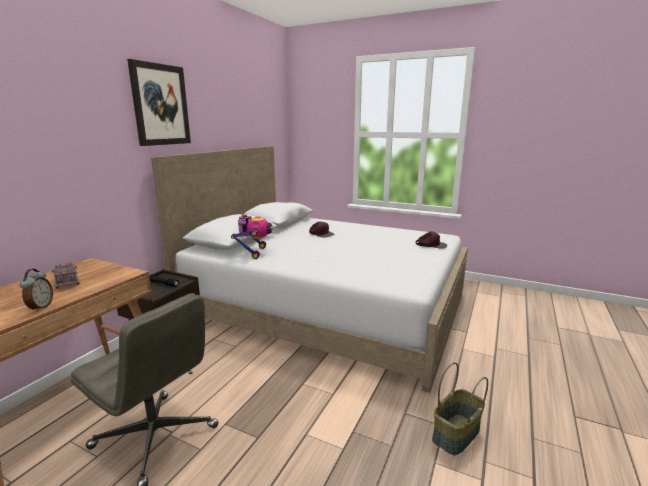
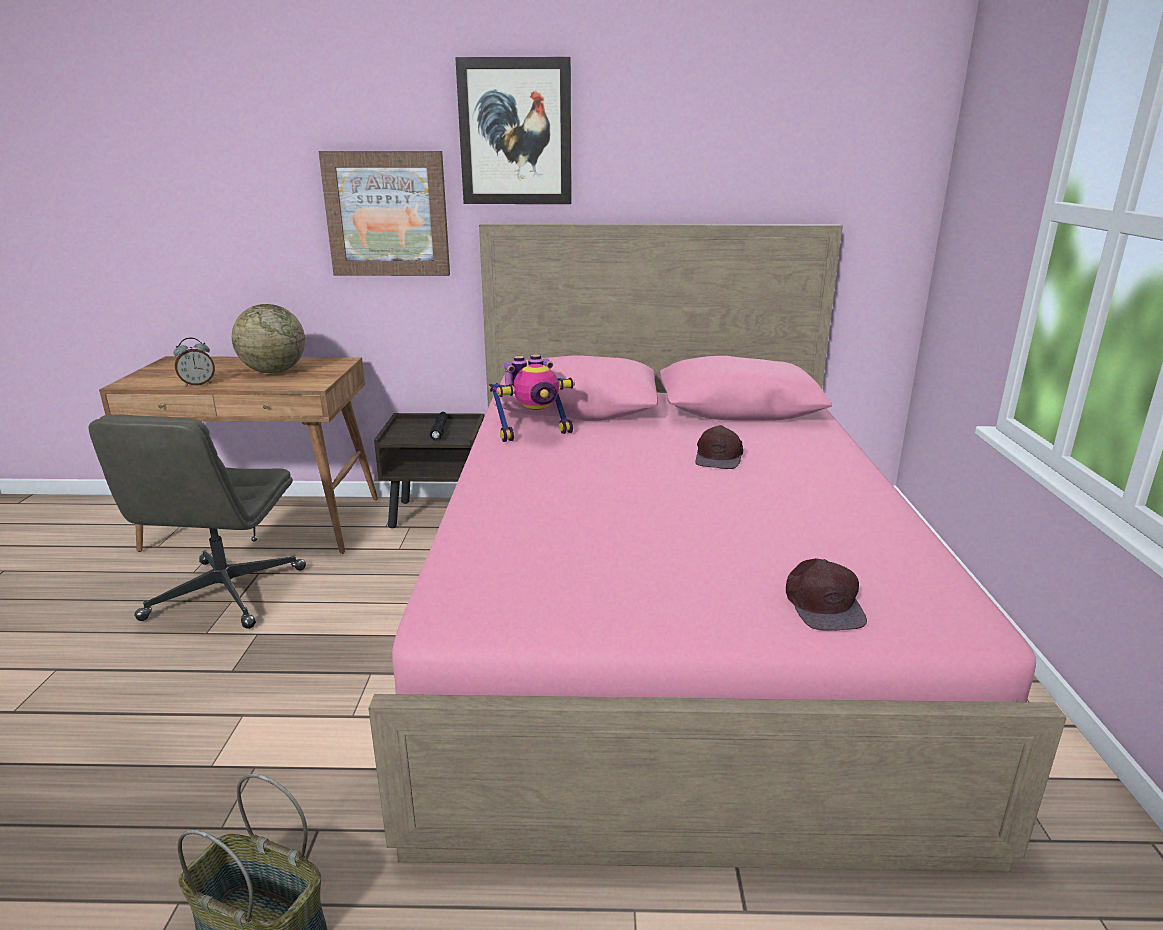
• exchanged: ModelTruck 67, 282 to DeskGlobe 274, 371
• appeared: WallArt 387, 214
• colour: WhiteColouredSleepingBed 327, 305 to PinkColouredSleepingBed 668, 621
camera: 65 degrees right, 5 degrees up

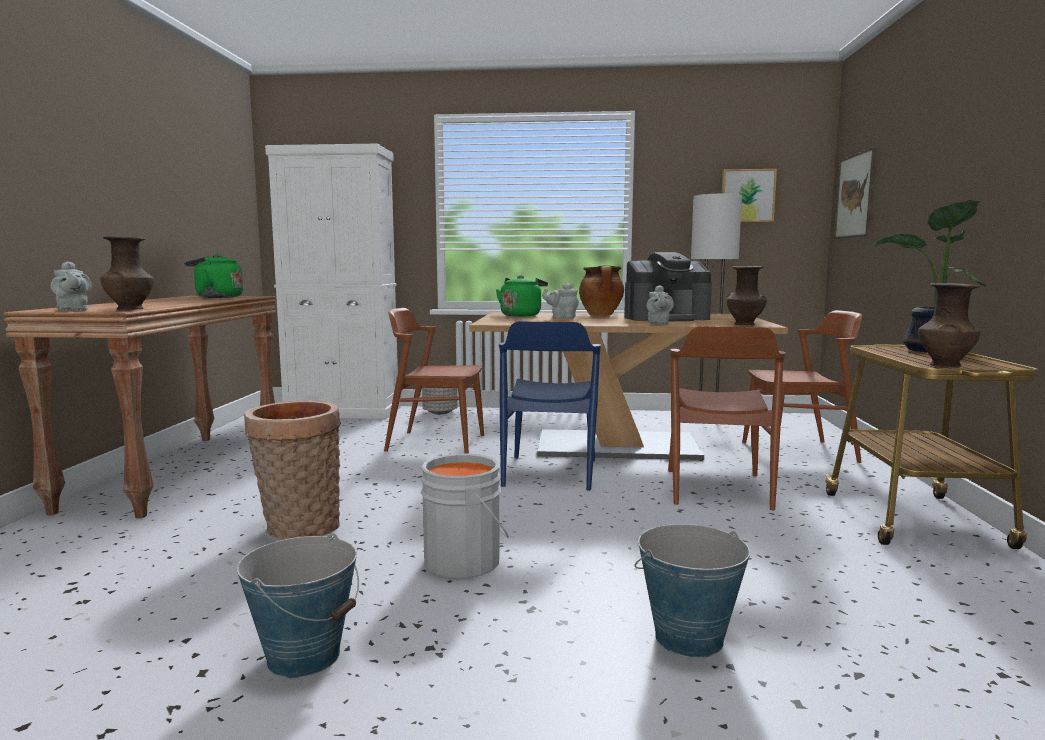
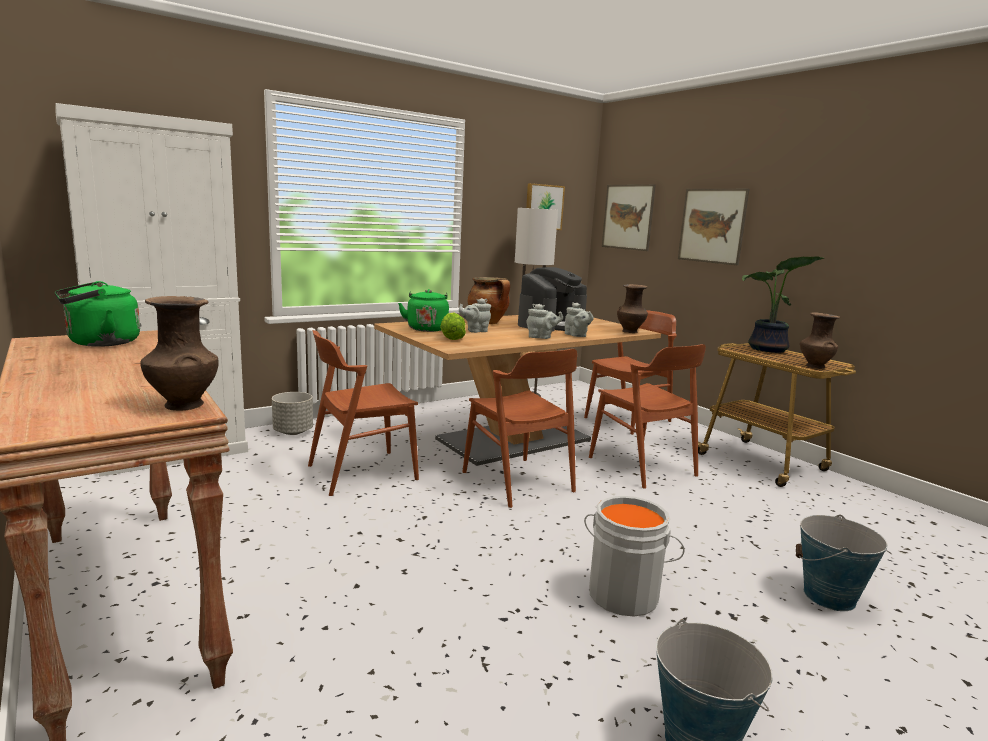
• appeared: HeadOfLettuce 451, 338
• colour: BlueChair 550, 472 to BrownChair 518, 481
• relocated: GreyTeapot 73, 310 to 541, 337
• appeared: WallArt 712, 226
• missing: Basket 299, 529
camera: 40 degrees left, 5 degrees up

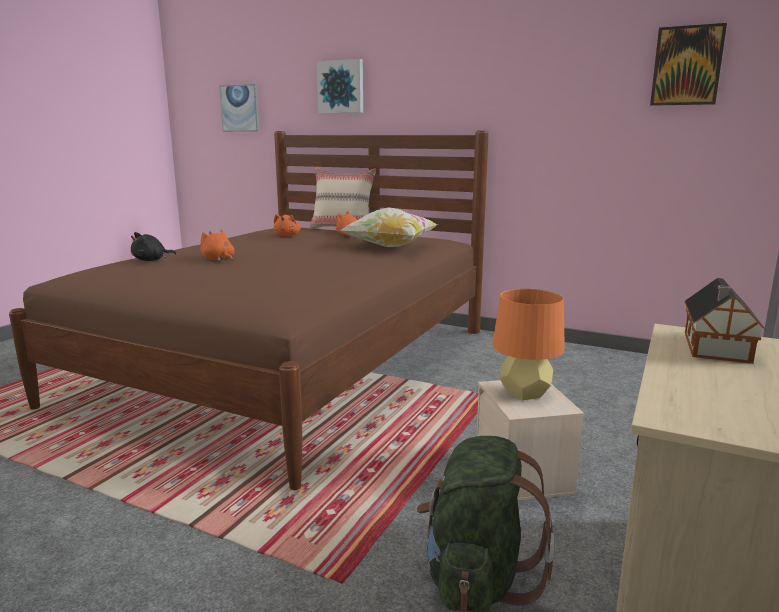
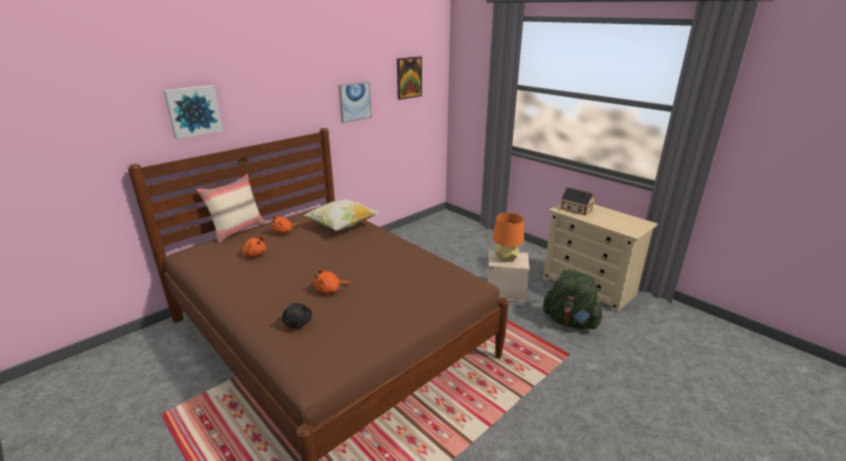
• relocated: WallArt 240, 108 to 354, 102
camera: 70 degrees left, 10 degrees up

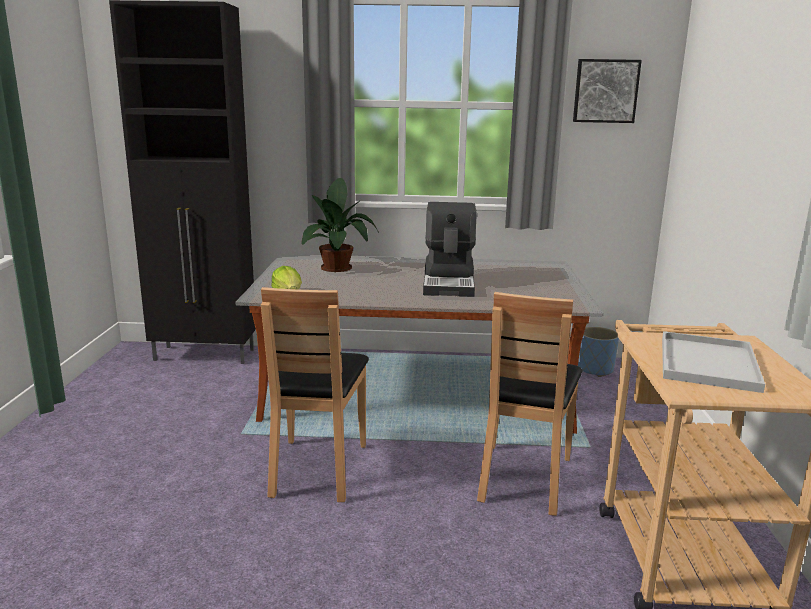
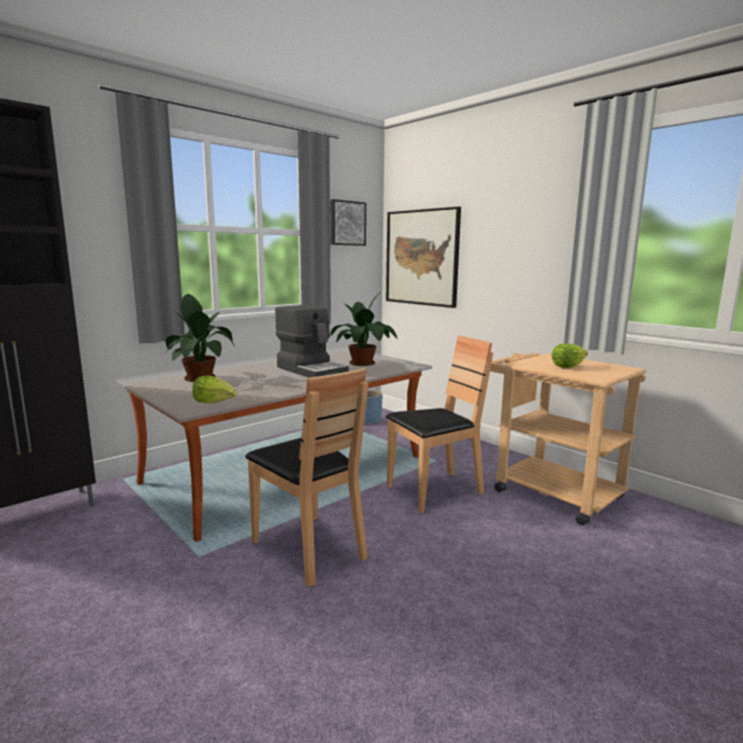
• appeared: Houseplant 364, 363
• appeared: WallArt 421, 257
• spun: BrownChair 523, 477 = 434, 491 90 degrees counterclockwise
• exchanged: WhiteColouredTray 706, 362 to HeadOfLettuce 567, 366
camera: 45 degrees left, 5 degrees down

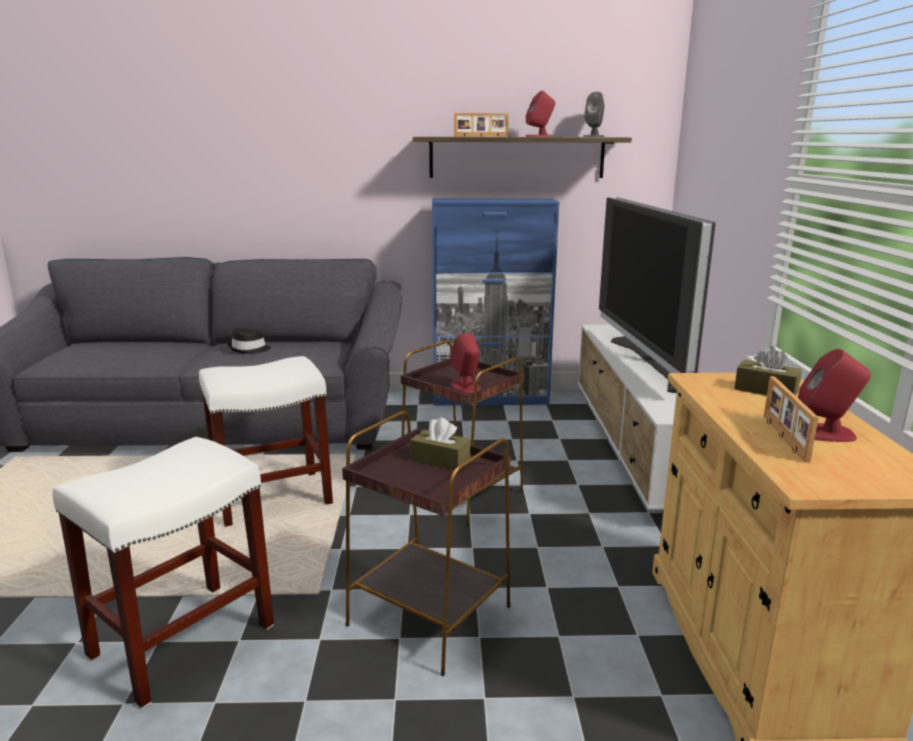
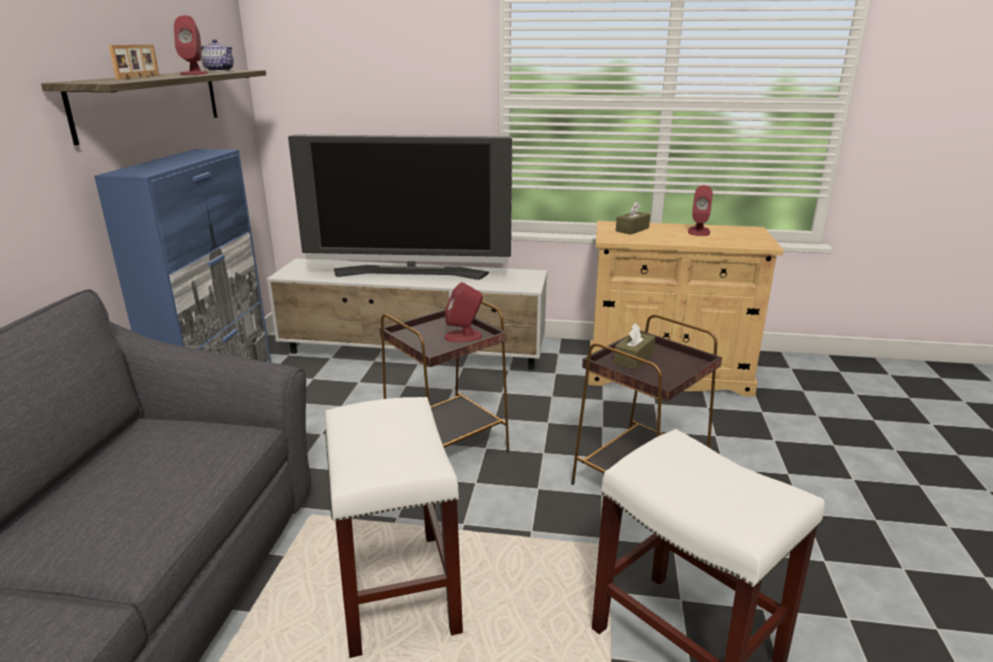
• exchanged: GreySpeaker 593, 136 to Teapot 219, 70
• missing: BlackColouredHat 249, 349
• missing: PictureFrame 783, 437
camera: 80 degrees left, 5 degrees up

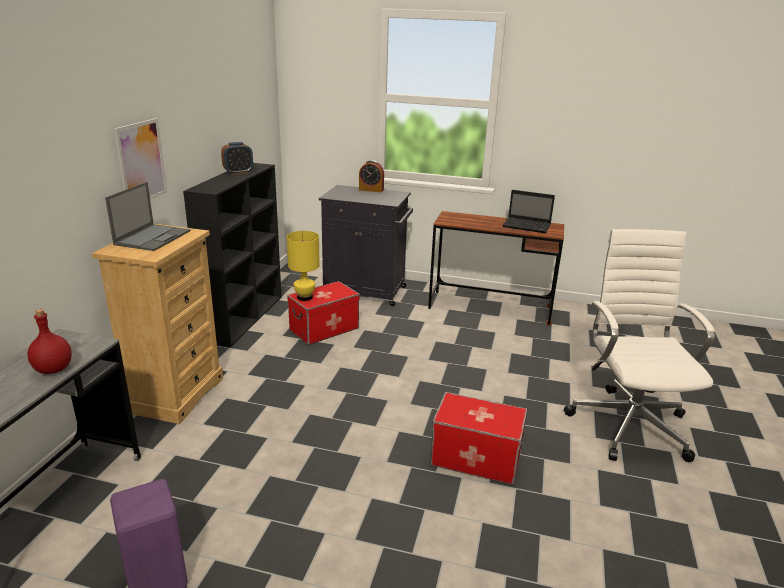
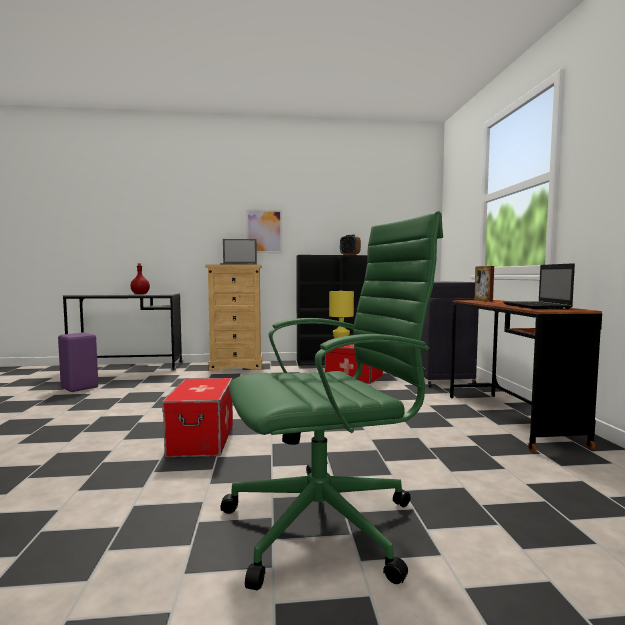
• colour: WhiteColouredOfficeChair 629, 423 to GreenishOfficeChair 327, 523
• appeared: PictureFrame 483, 300
• missing: BedsideClock 371, 190
camera: 70 degrees right, 20 degrees down

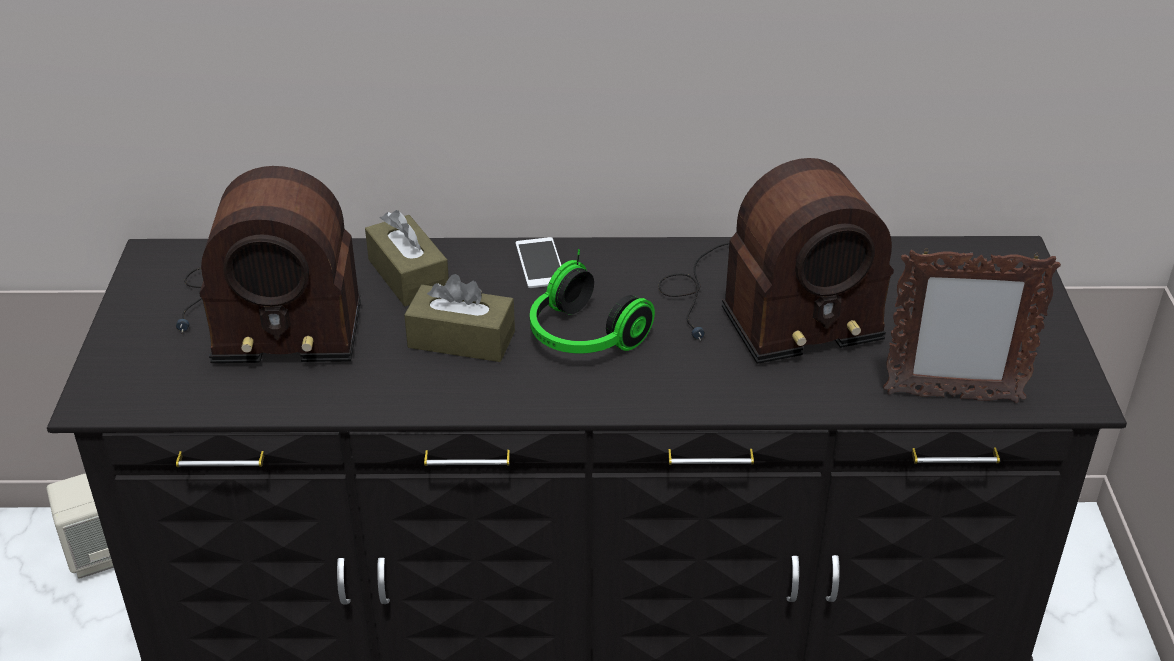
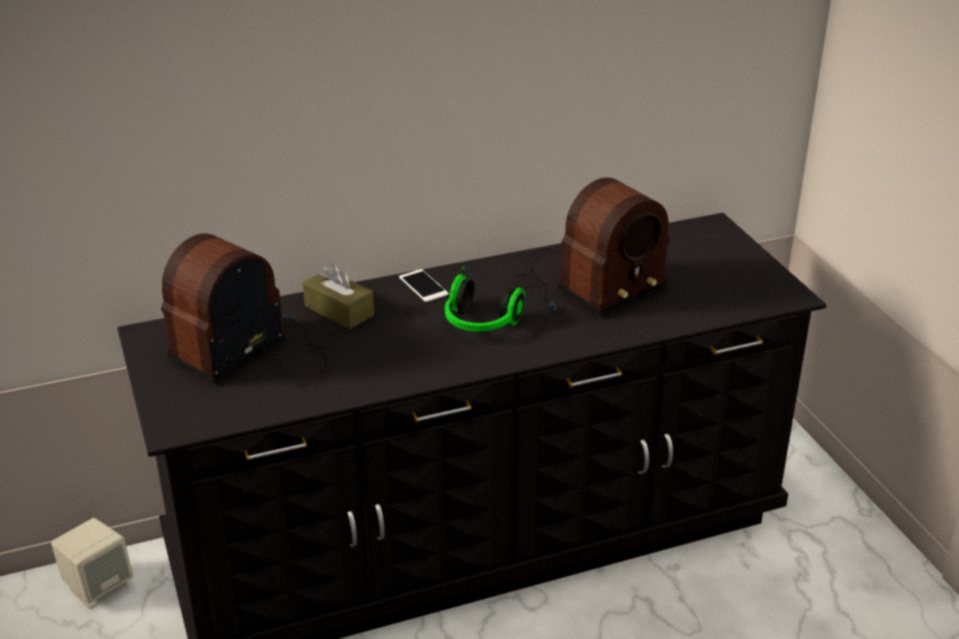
• spun: RadioSet 269, 314 = 258, 352 150 degrees clockwise
• missing: BrownTissueHolder 461, 339
• missing: PictureFrame 951, 397
camera: 20 degrees left, 5 degrees down

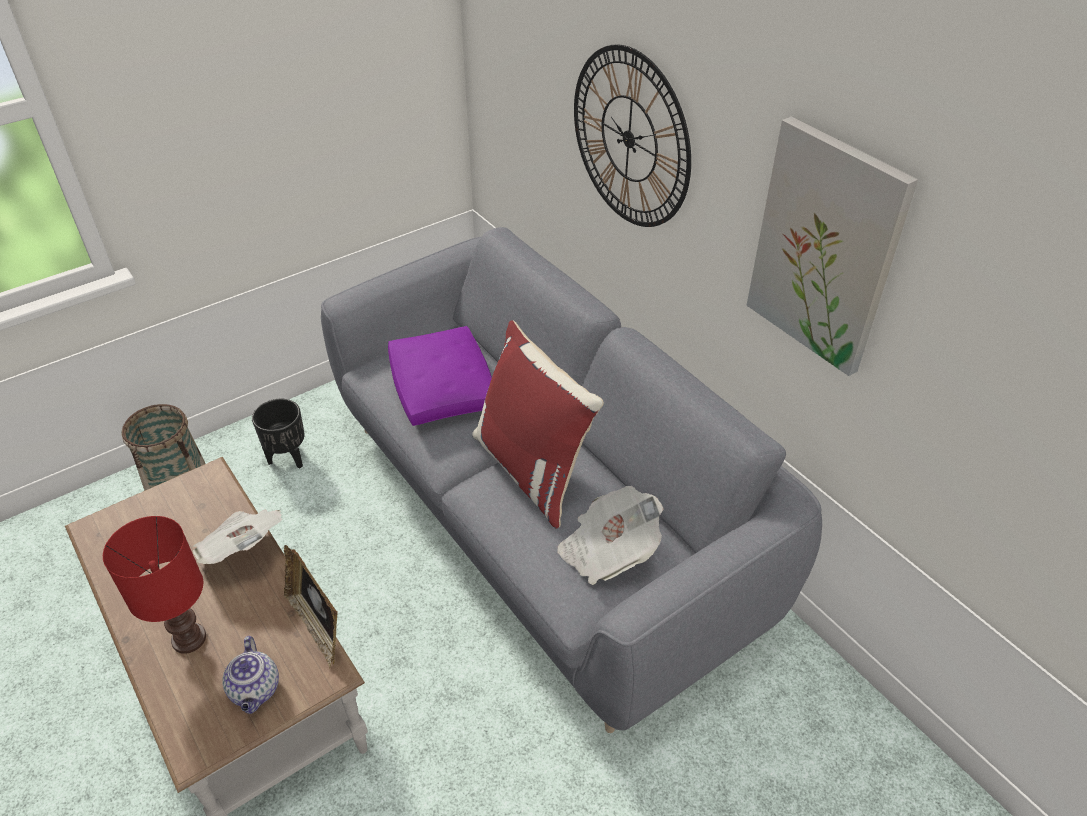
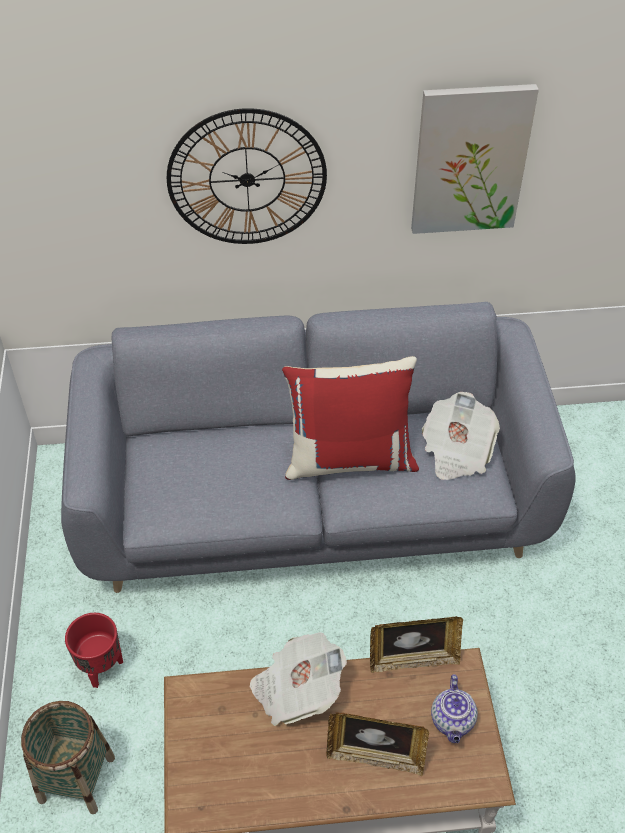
• colour: BlackColouredPlanter 288, 457 to RedColouredPlanter 101, 667
• exchanged: RedColouredTabletopLamp 190, 639 to PictureFrame 375, 757
• spun: Teapot 256, 690 = 453, 721 75 degrees clockwise
• missing: PurplePillow 443, 389
camera: 60 degrees left, 5 degrees up

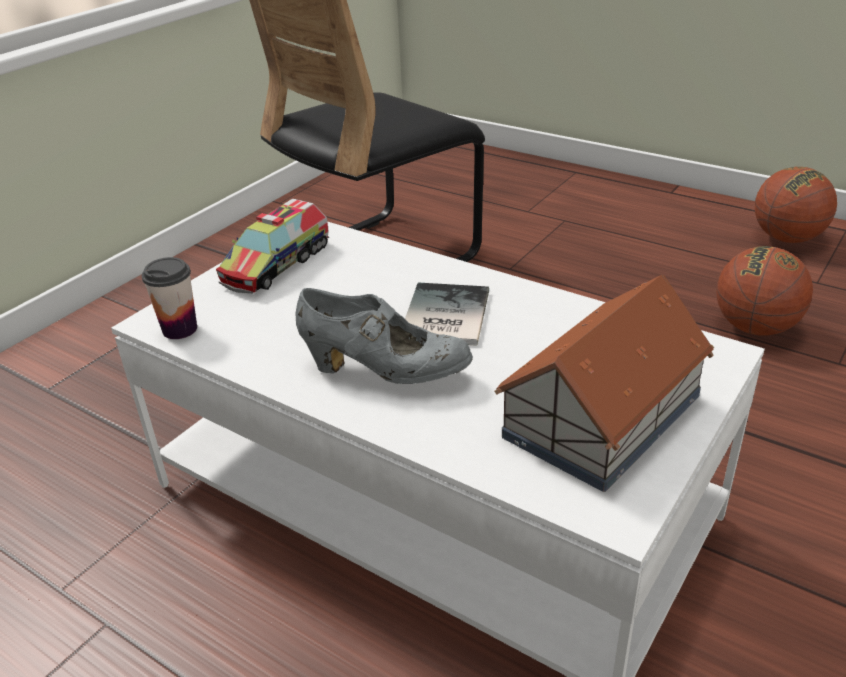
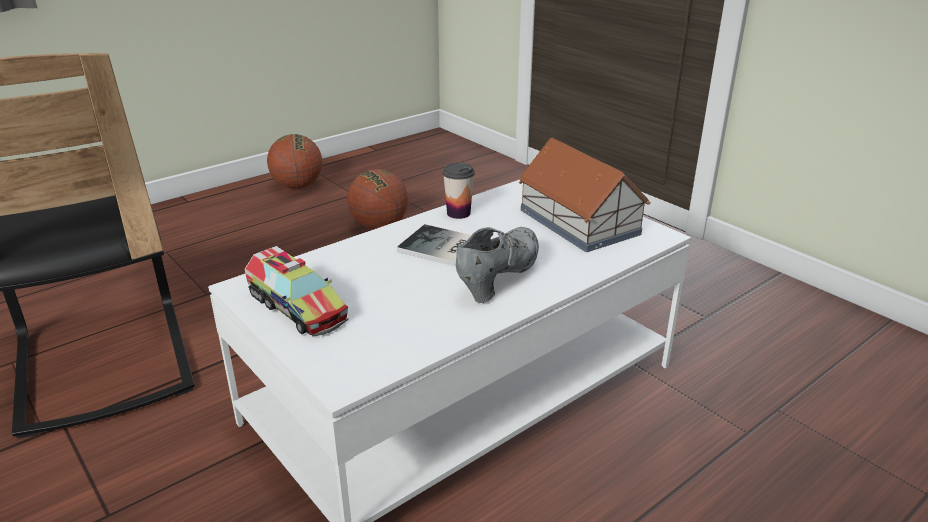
• relocated: SmallCup 180, 329 to 458, 213
camera: 75 degrees left, 5 degrees down

